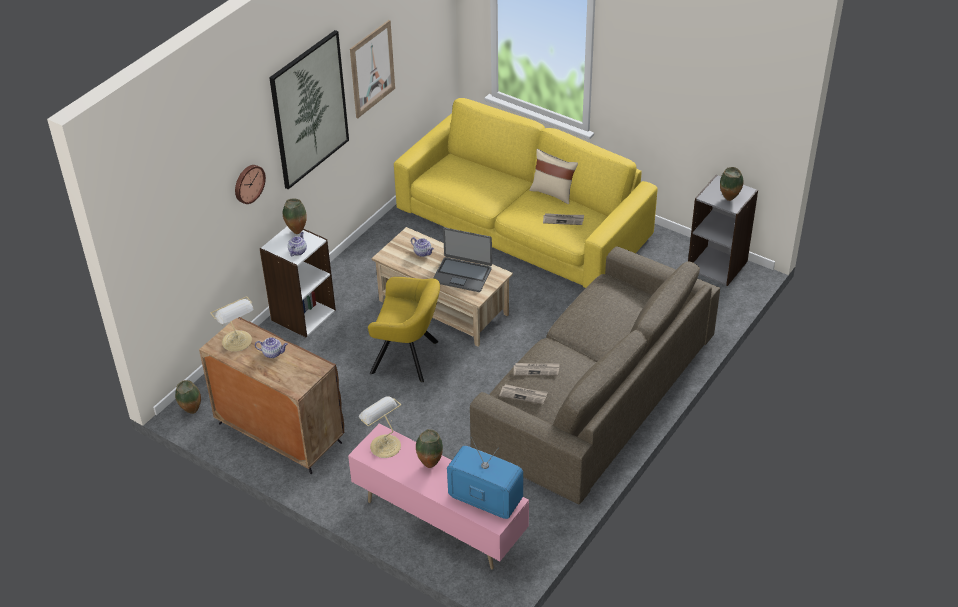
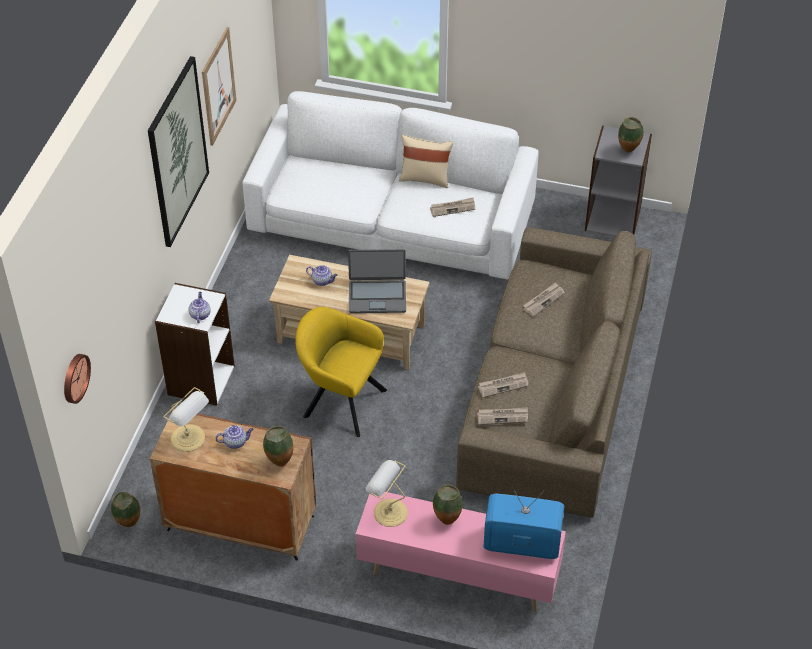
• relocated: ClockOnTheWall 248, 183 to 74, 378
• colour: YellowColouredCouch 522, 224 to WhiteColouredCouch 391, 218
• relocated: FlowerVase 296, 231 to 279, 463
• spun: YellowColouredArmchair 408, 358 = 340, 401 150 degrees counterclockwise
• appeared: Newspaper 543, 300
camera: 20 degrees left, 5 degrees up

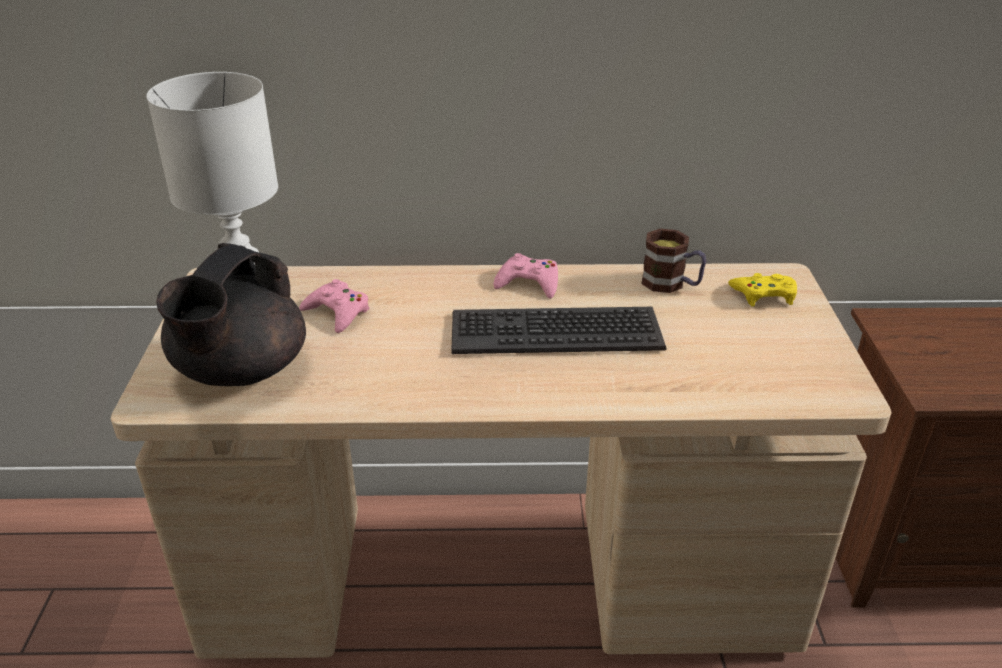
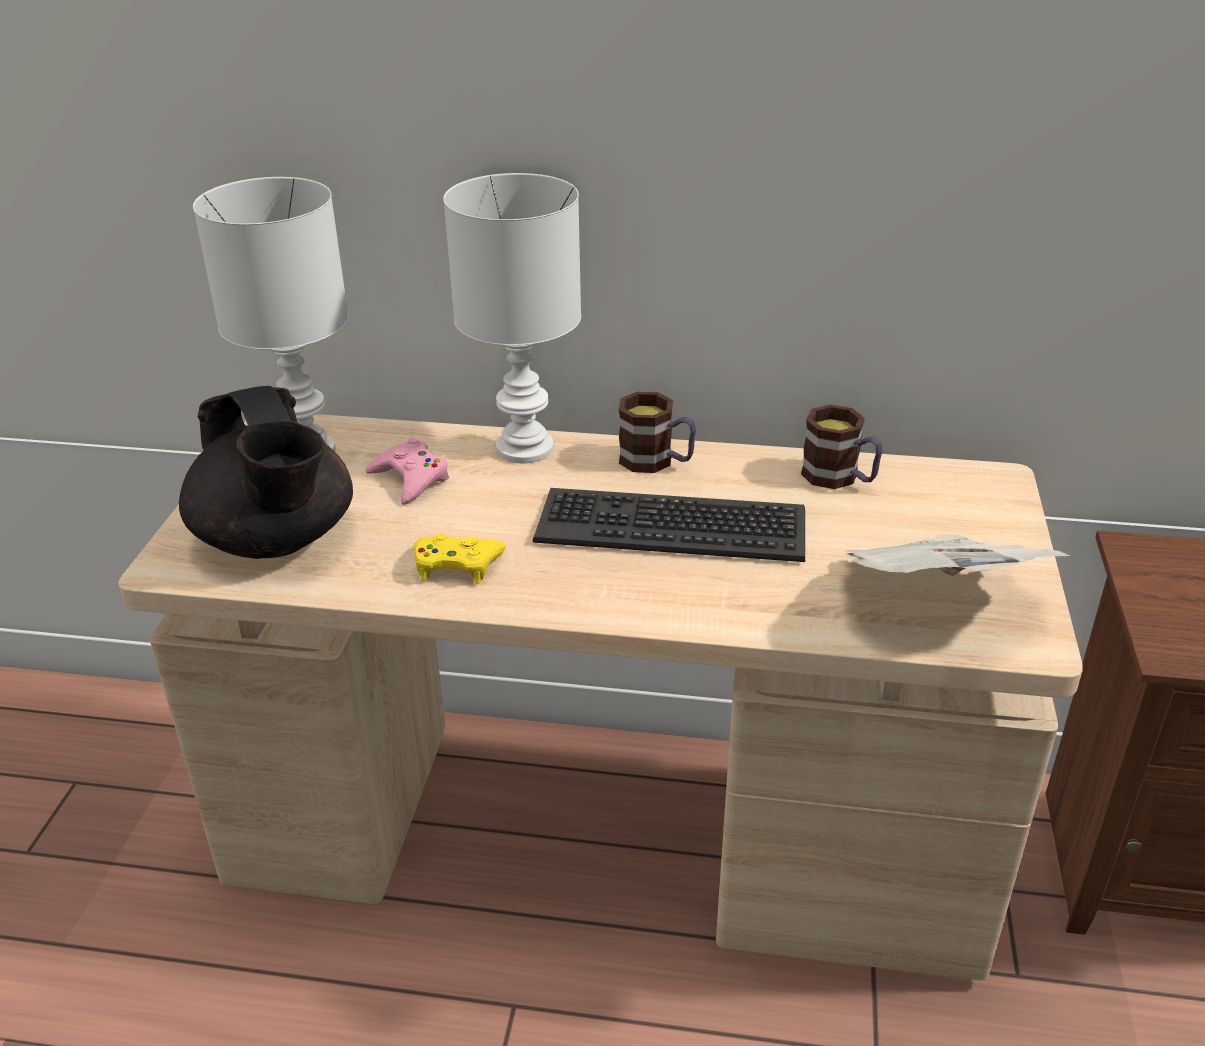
• spun: BlackColouredTeapot 240, 371 = 277, 541 60 degrees counterclockwise
• relocated: YellowColouredGameController 764, 295 to 457, 564
• appeared: WhiteColouredTabletopLamp 525, 447
• exchanged: PinkColouredGameController 529, 283 to TeaMug 656, 461
• appeared: Newspaper 941, 600
camera: 10 degrees right, 0 degrees up

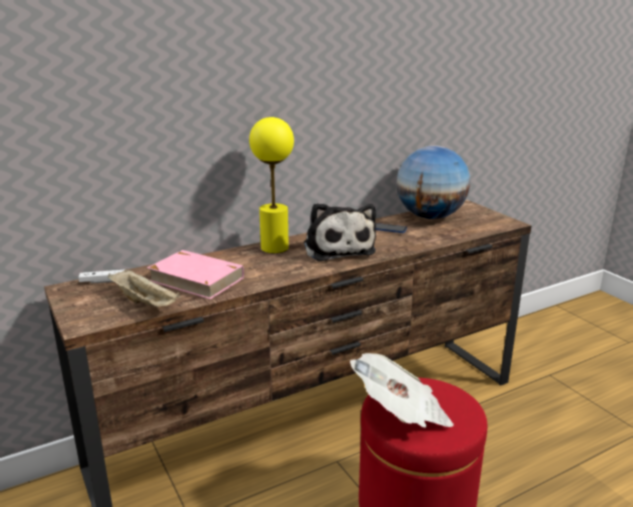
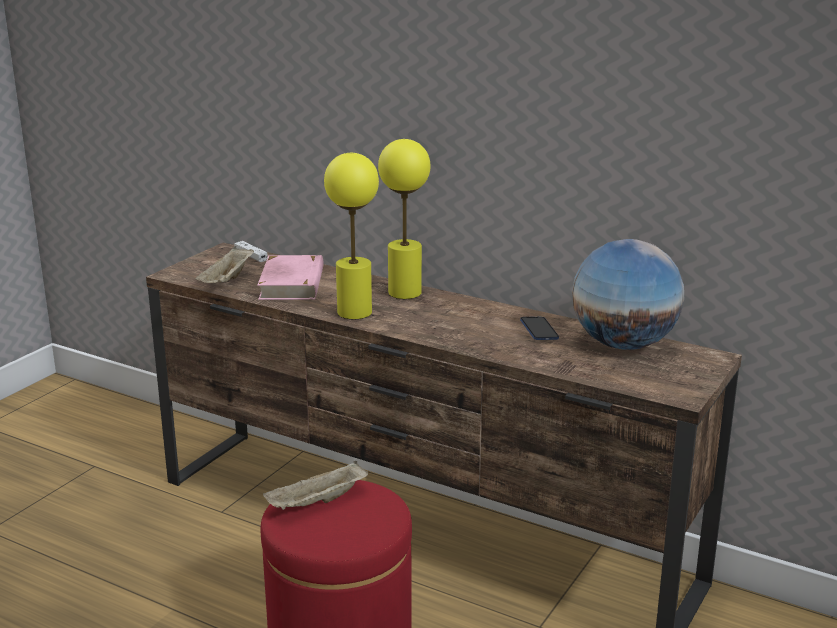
• exchanged: Newspaper 401, 413 to BeigeColouredTray 317, 502
• appeared: YellowColouredTabletopLamp 354, 312
• missing: CuddlyToy 338, 248
camera: 60 degrees right, 0 degrees up

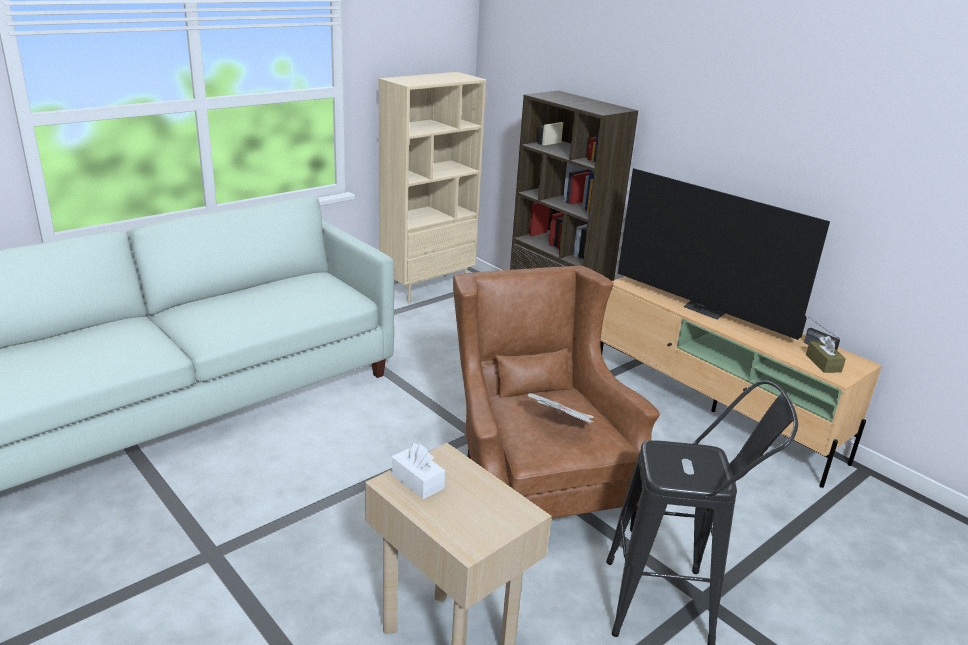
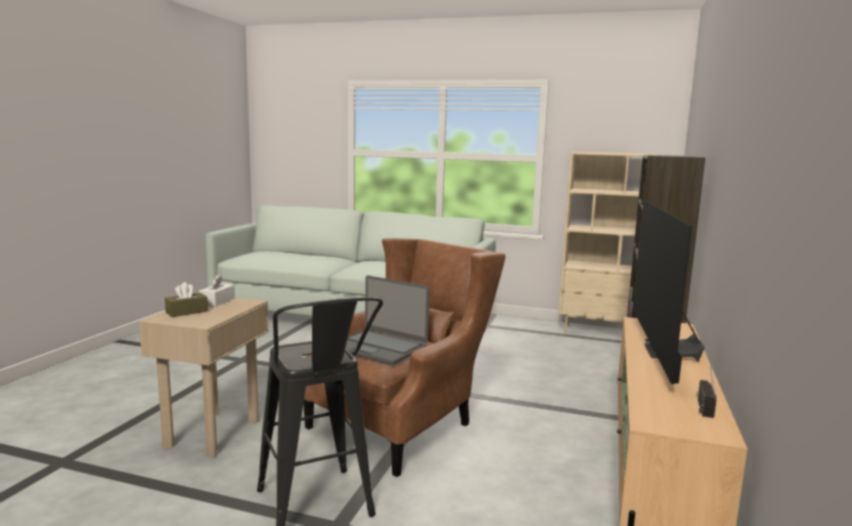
• relocated: BrownTissueHolder 823, 363 to 187, 312
• exchanged: Newspaper 562, 424 to Laptop 379, 348
camera: 60 degrees right, 15 degrees down

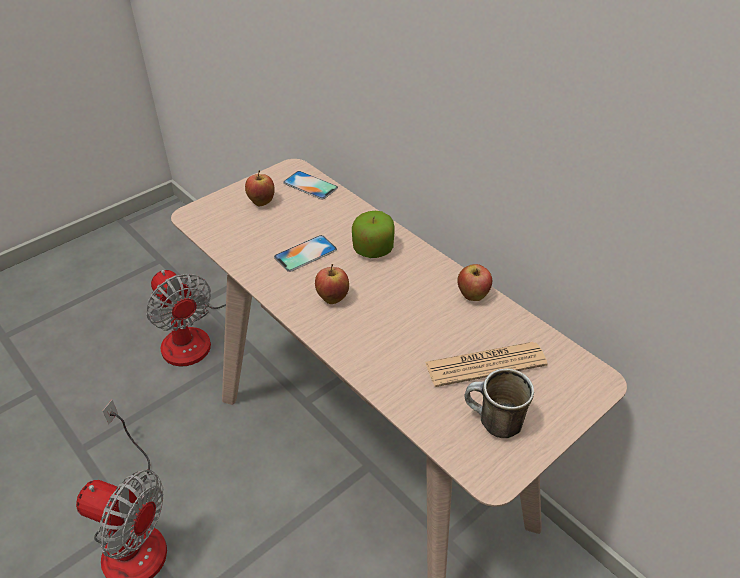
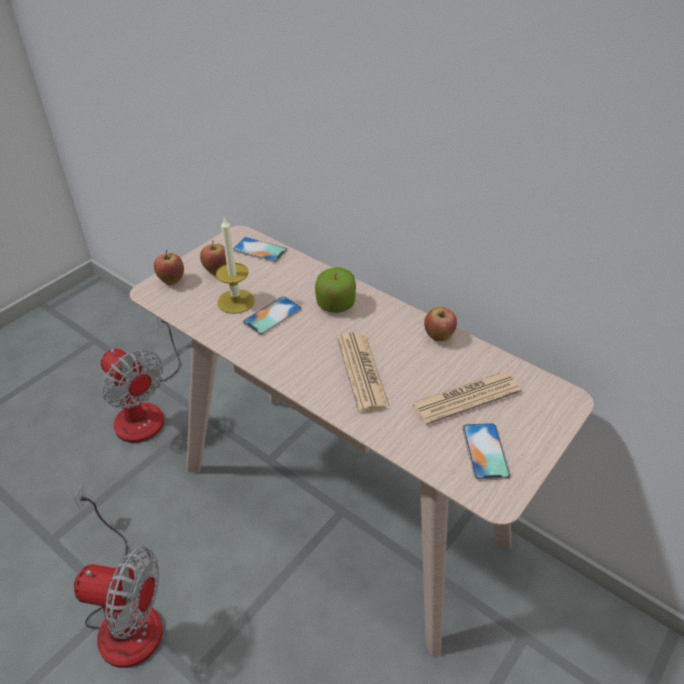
• relocated: Apple 332, 298 to 172, 281
• appeared: Candle 236, 301
• appeared: Newspaper 362, 372
• exchanged: TeaMug 492, 424 to Handset 485, 451
camera: 10 degrees left, 0 degrees up

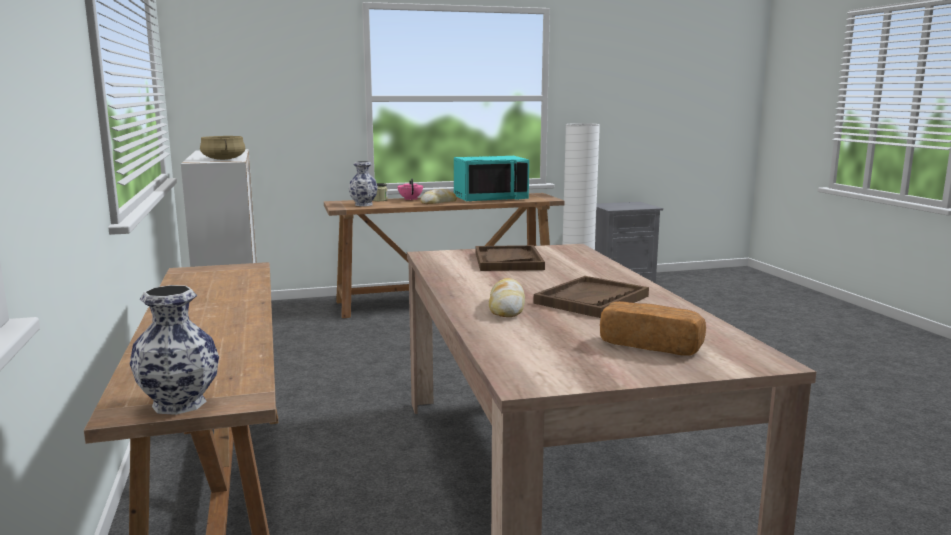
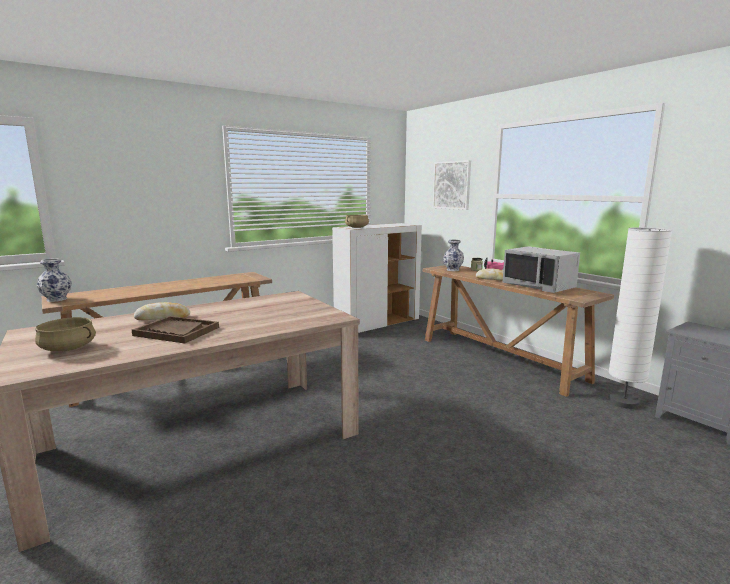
• exchanged: BakedBread 651, 345 to BeigeColouredStockpot 67, 348
• appeared: WallArt 452, 185
• colour: TurquoiseColouredMicrowaveOven 490, 198 to GreyMicrowaveOven 539, 286
• missing: BrownTray 508, 261
camera: 70 degrees right, 0 degrees up

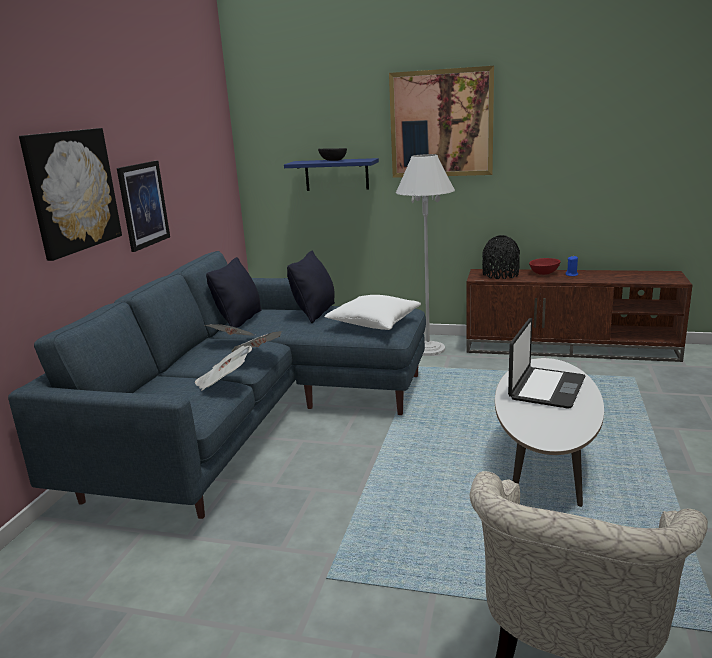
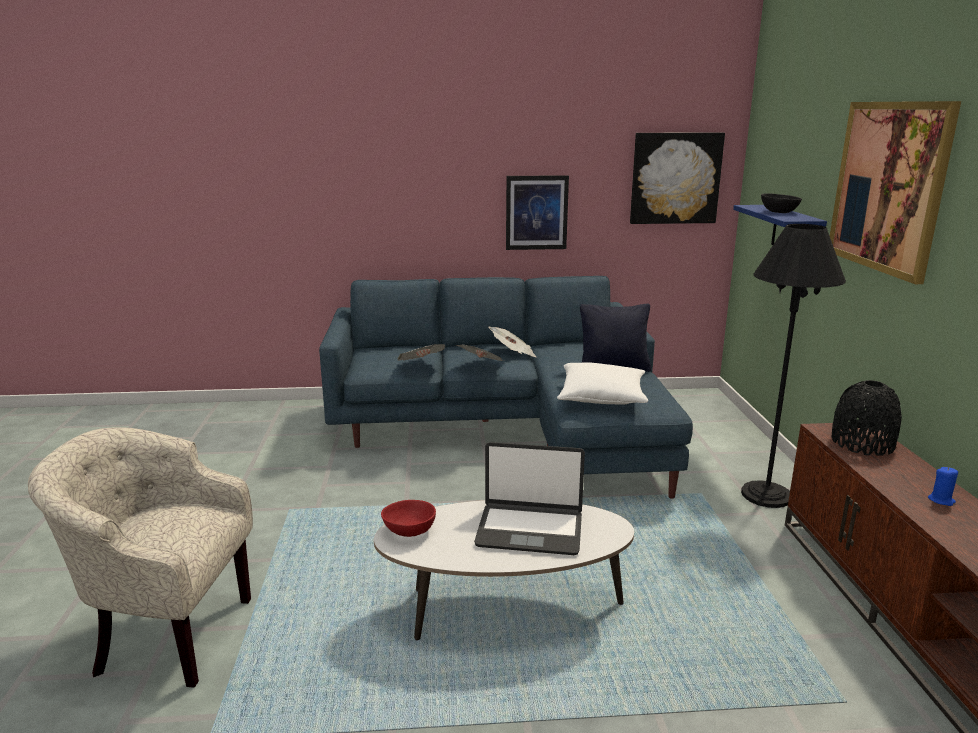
• relocated: RedColouredBowl 544, 273 to 410, 531
• relocated: WallArt 72, 191 to 675, 178
• colour: WhiteColouredStandardLamp 428, 349 to BlackColouredStandardLamp 766, 495
• missing: BlackColouredPillow 239, 320
camera: 70 degrees right, 0 degrees up

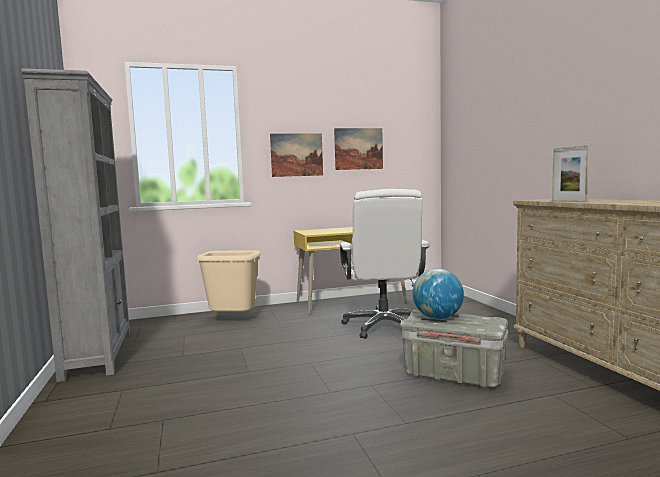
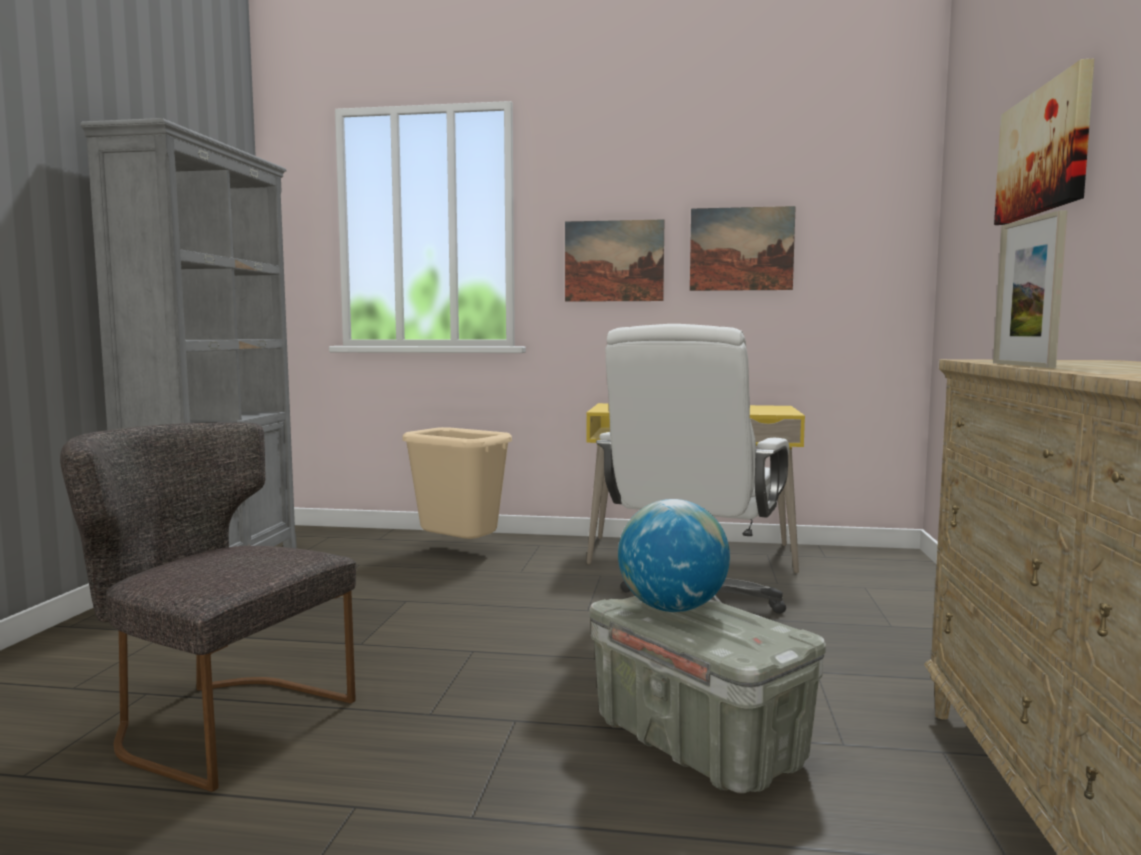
• appeared: GreyChair 216, 721
• appeared: WallArt 1044, 151
camera: 25 degrees right, 0 degrees up

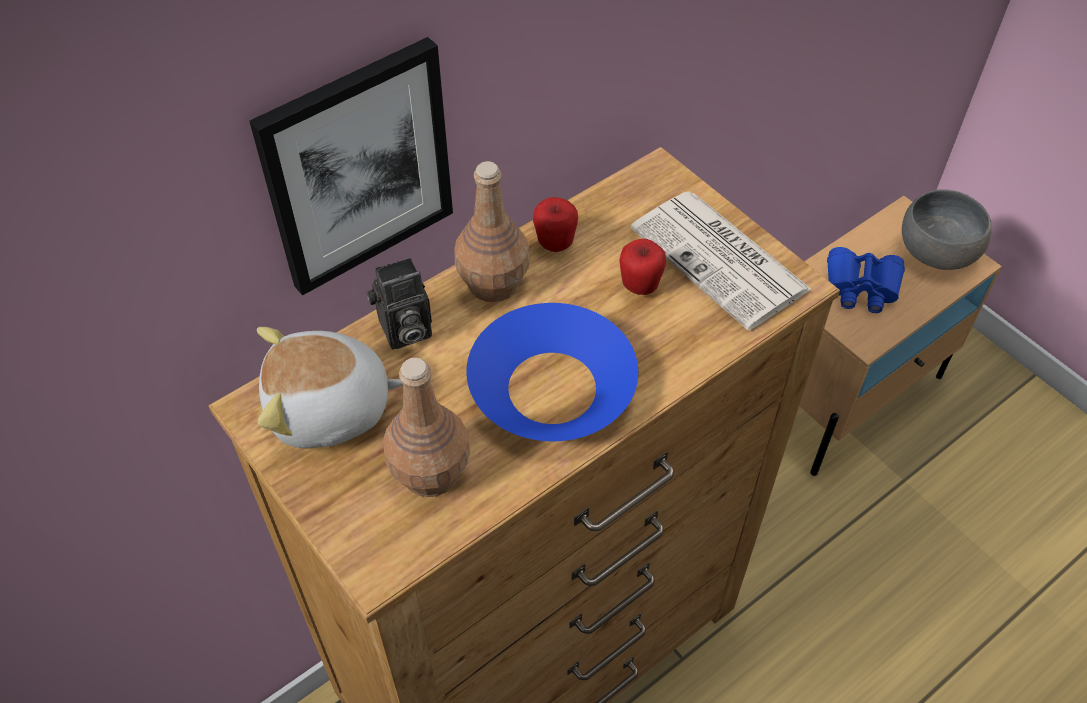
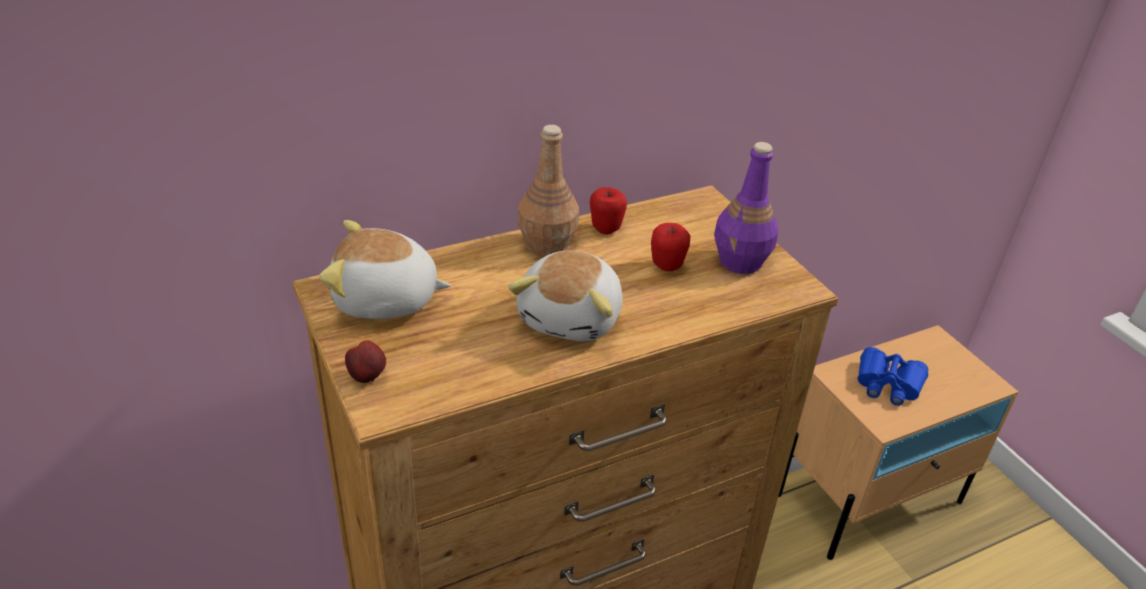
• appeared: Apple 368, 377
• exchanged: BlueBowl 553, 387 to CuddlyToy 572, 318
• exchanged: Newspaper 722, 260 to PurpleBeverageBottle 741, 261
• missing: WallArt 357, 167
• missing: StillCamera 403, 332
• missing: BrownBeverageBottle 430, 473
• missing: GreyBowl 937, 252
camera: 10 degrees right, 15 degrees down

